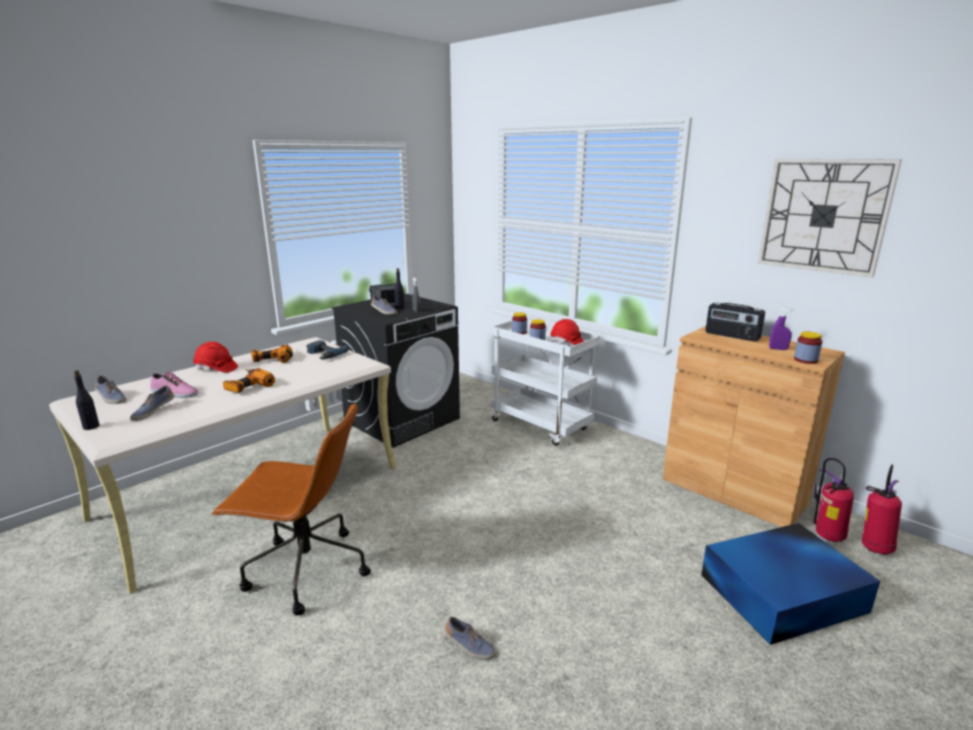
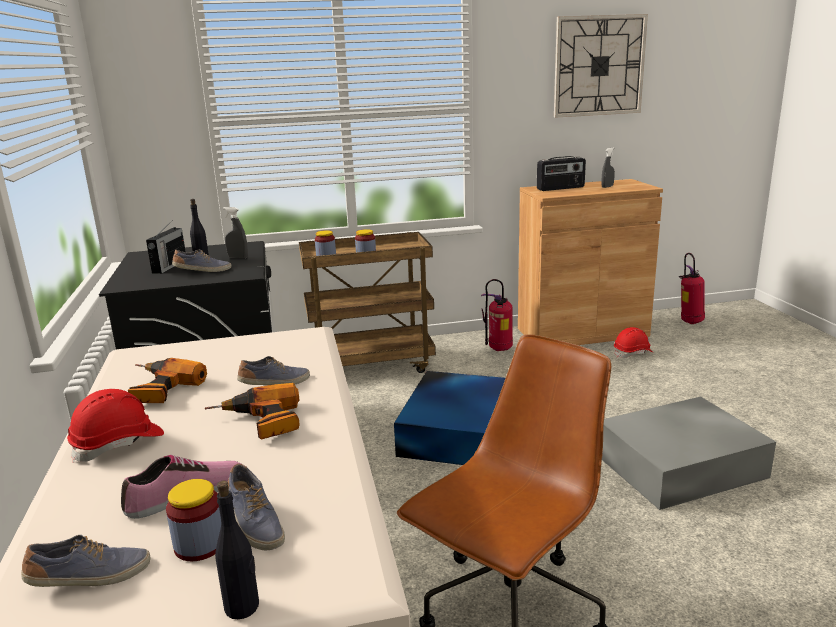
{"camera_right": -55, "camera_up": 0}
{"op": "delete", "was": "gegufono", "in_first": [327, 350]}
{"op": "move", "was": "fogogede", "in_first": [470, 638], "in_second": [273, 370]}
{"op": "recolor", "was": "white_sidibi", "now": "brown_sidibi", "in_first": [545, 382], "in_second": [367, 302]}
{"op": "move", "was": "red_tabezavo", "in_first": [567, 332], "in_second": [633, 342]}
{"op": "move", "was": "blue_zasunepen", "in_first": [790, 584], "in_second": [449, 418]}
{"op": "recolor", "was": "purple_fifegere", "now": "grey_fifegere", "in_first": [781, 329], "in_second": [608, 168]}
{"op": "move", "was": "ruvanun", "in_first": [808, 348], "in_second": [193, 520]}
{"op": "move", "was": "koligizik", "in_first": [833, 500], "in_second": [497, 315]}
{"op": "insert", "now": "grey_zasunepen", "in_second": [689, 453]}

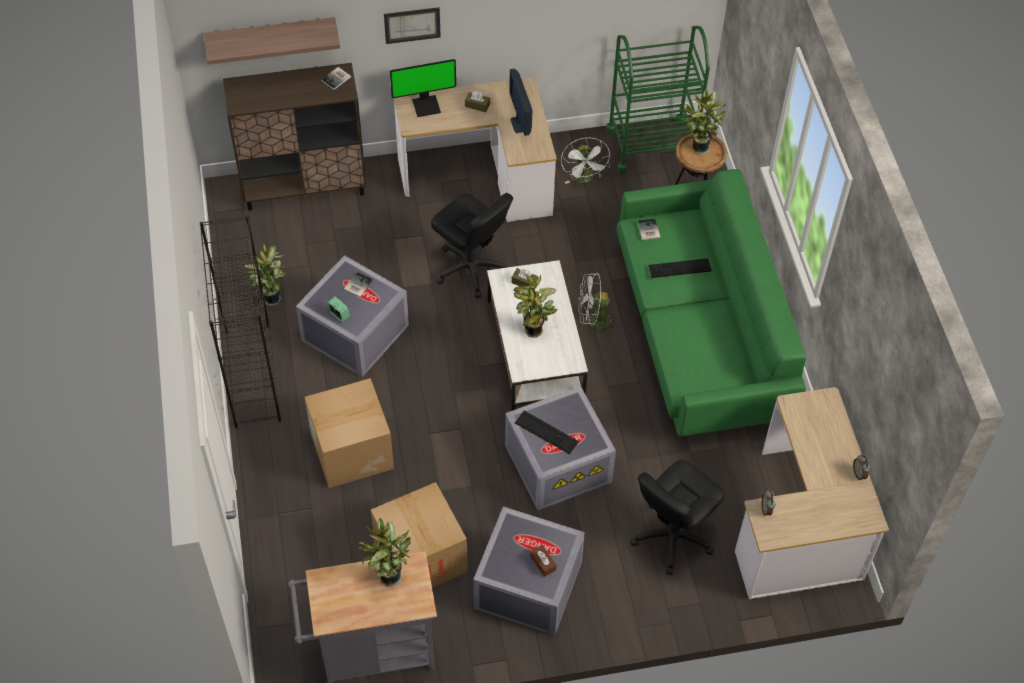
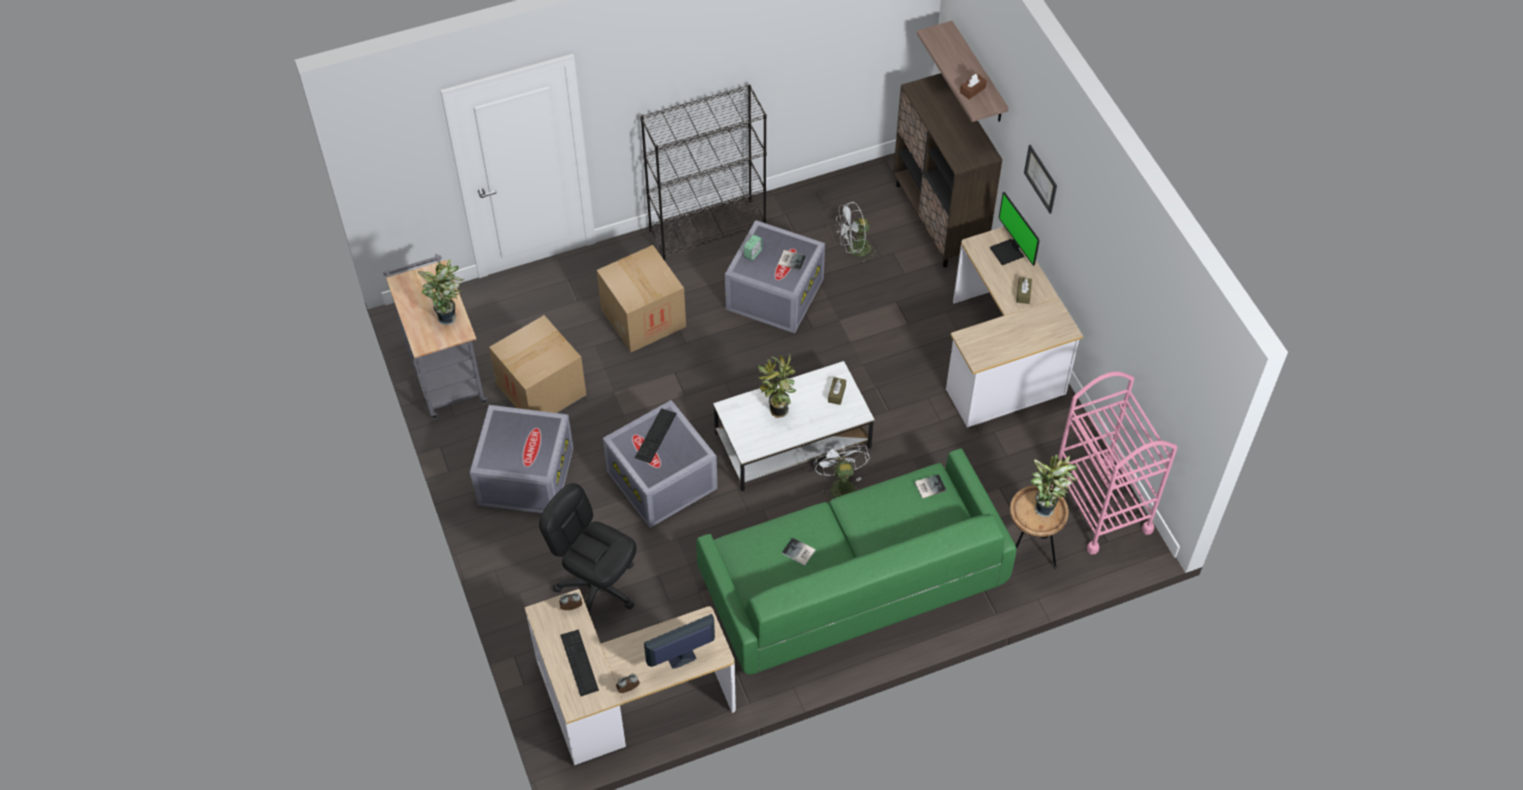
{"camera_right": 80, "camera_up": 0}
{"op": "delete", "was": "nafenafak", "in_first": [265, 275]}
{"op": "move", "was": "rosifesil", "in_first": [336, 78], "in_second": [799, 552]}
{"op": "delete", "was": "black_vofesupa", "in_first": [472, 246]}
{"op": "move", "was": "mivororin", "in_first": [520, 102], "in_second": [679, 641]}
{"op": "move", "was": "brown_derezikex", "in_first": [543, 561], "in_second": [973, 86]}
{"op": "move", "was": "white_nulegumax", "in_first": [585, 161], "in_second": [857, 232]}
{"op": "recolor", "was": "green_sidibi", "now": "pink_sidibi", "in_first": [658, 100], "in_second": [1113, 463]}
{"op": "move", "was": "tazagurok", "in_first": [680, 268], "in_second": [579, 663]}

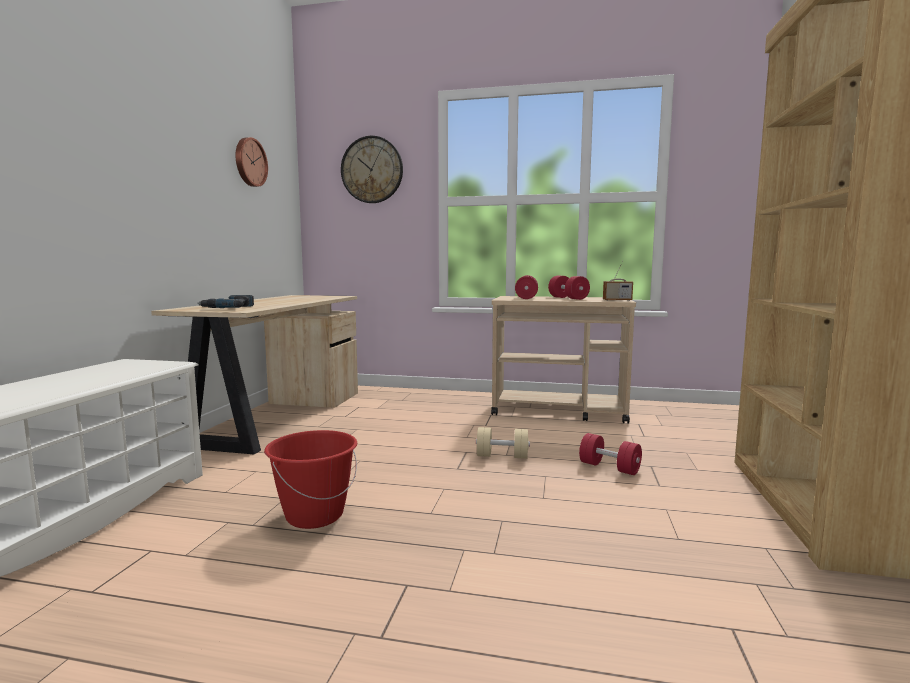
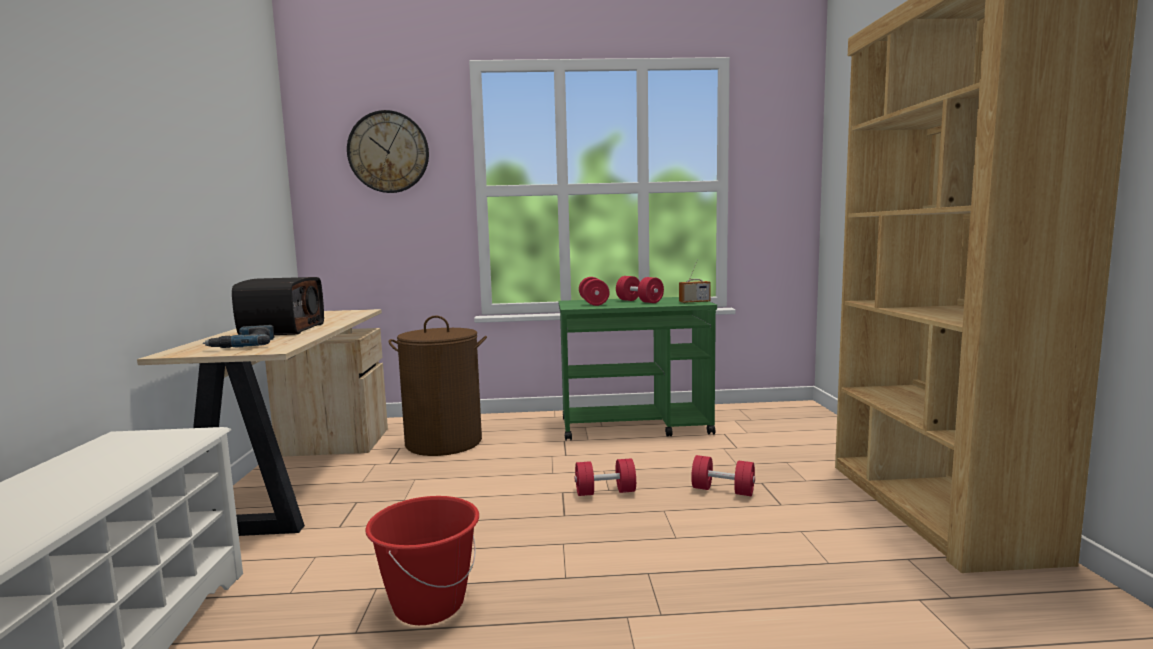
{"camera_right": -15, "camera_up": 0}
{"op": "delete", "was": "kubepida", "in_first": [252, 162]}
{"op": "recolor", "was": "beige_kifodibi", "now": "red_kifodibi", "in_first": [503, 443], "in_second": [605, 477]}
{"op": "recolor", "was": "beige_sidibi", "now": "green_sidibi", "in_first": [563, 360], "in_second": [638, 369]}
{"op": "insert", "now": "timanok", "in_second": [278, 306]}
{"op": "insert", "now": "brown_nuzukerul", "in_second": [438, 385]}

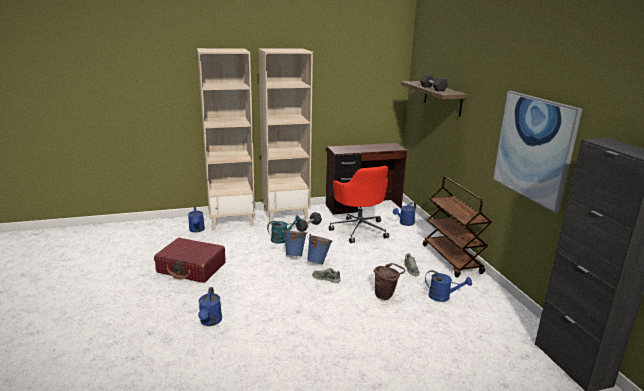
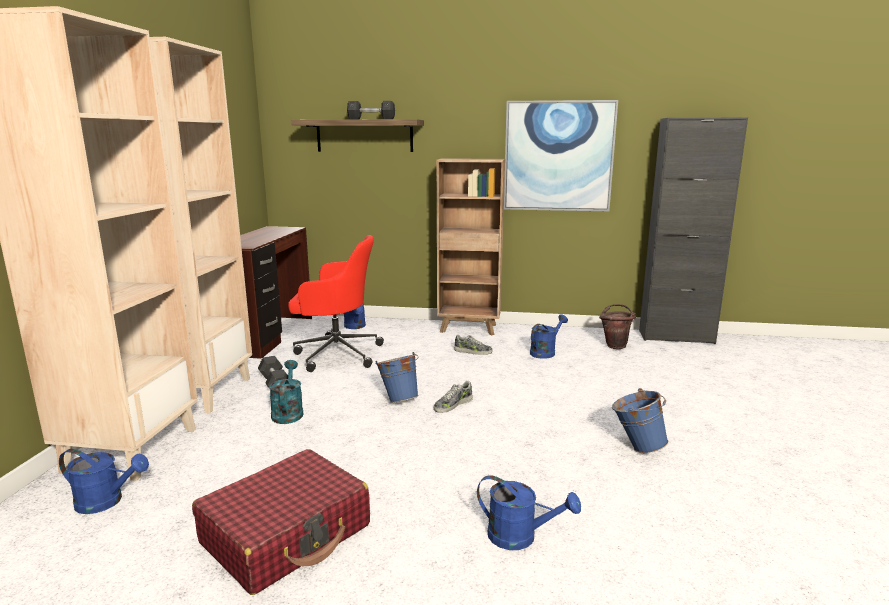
{"camera_right": -65, "camera_up": -5}
{"op": "move", "was": "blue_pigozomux", "in_first": [295, 243], "in_second": [640, 420]}
{"op": "move", "was": "brown_pigozomux", "in_first": [389, 281], "in_second": [617, 326]}
{"op": "replace", "was": "brown_sidibi", "now": "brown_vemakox", "in_first": [457, 226], "in_second": [471, 246]}

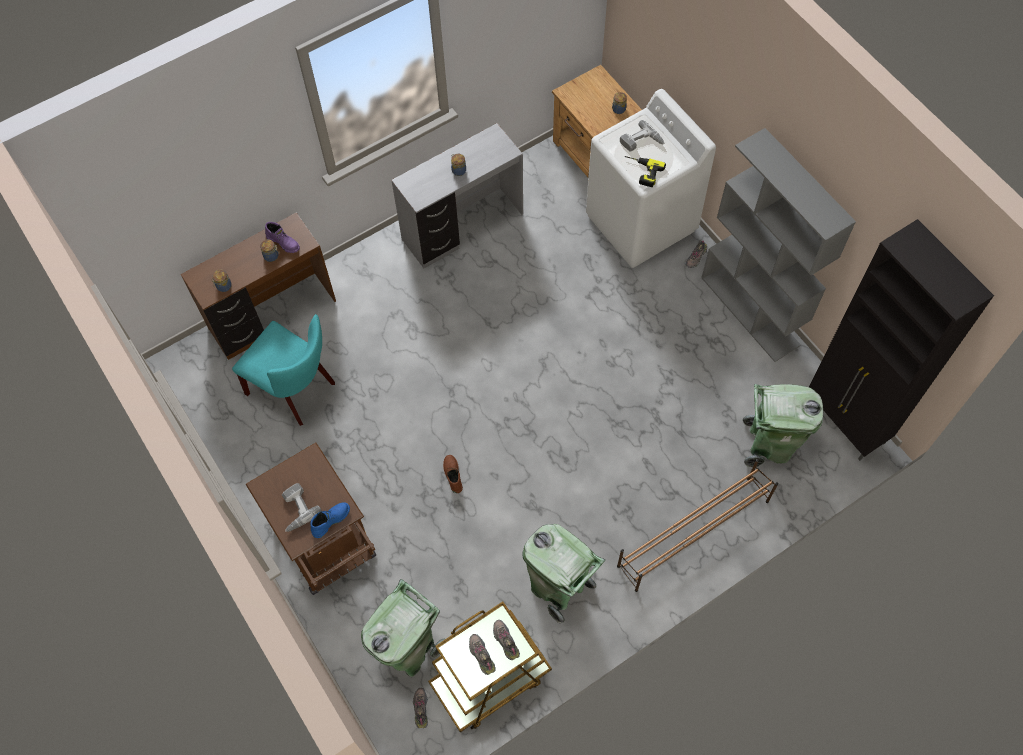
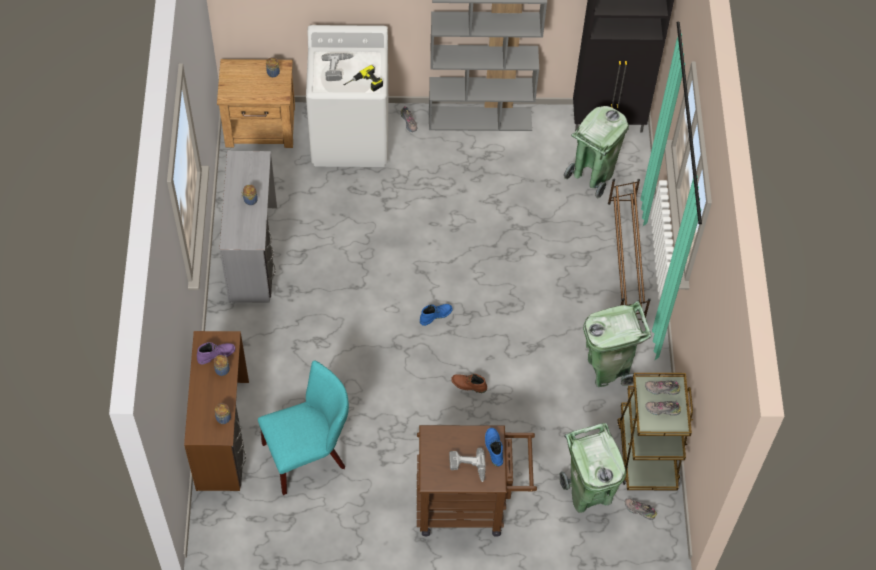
{"camera_right": -60, "camera_up": -5}
{"op": "insert", "now": "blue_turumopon", "in_second": [436, 315]}

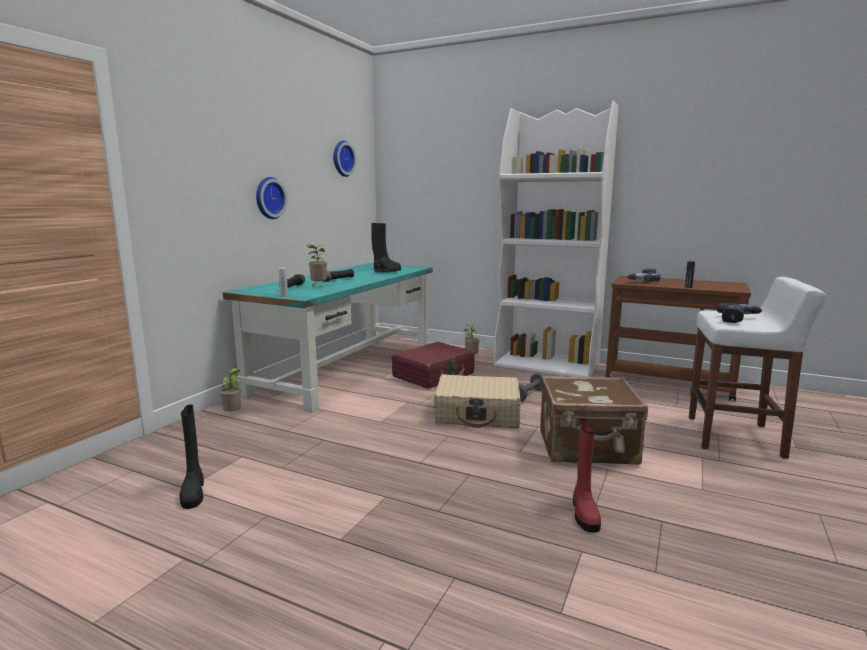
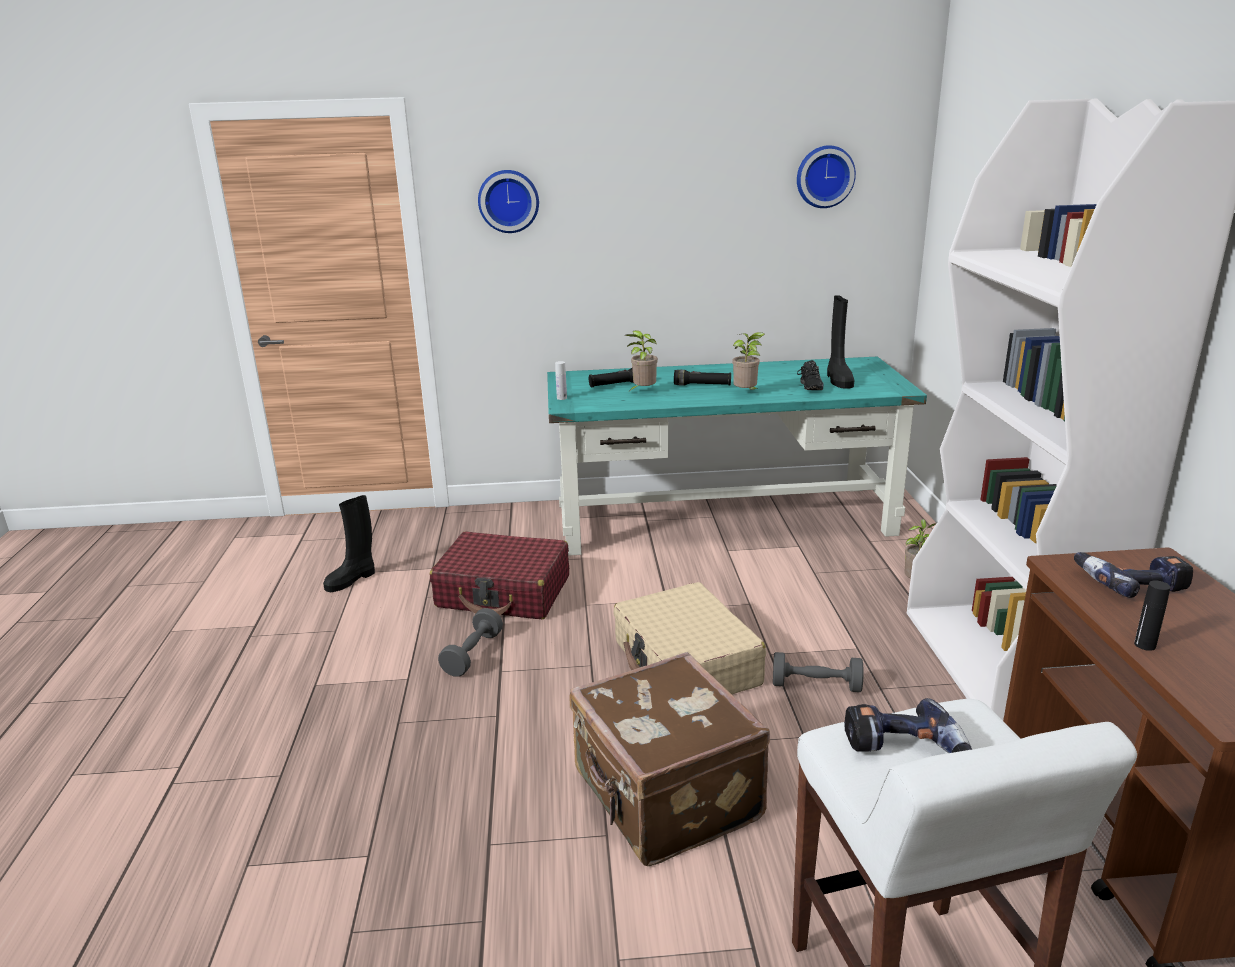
{"camera_right": 60, "camera_up": 10}
{"op": "move", "was": "nafenafak", "in_first": [230, 389], "in_second": [748, 361]}
{"op": "move", "was": "kubepida", "in_first": [271, 198], "in_second": [508, 201]}
{"op": "move", "was": "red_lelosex", "in_first": [433, 365], "in_second": [499, 575]}
{"op": "delete", "was": "red_turumopon", "in_first": [587, 475]}
{"op": "insert", "now": "grey_kifodibi", "in_second": [470, 642]}

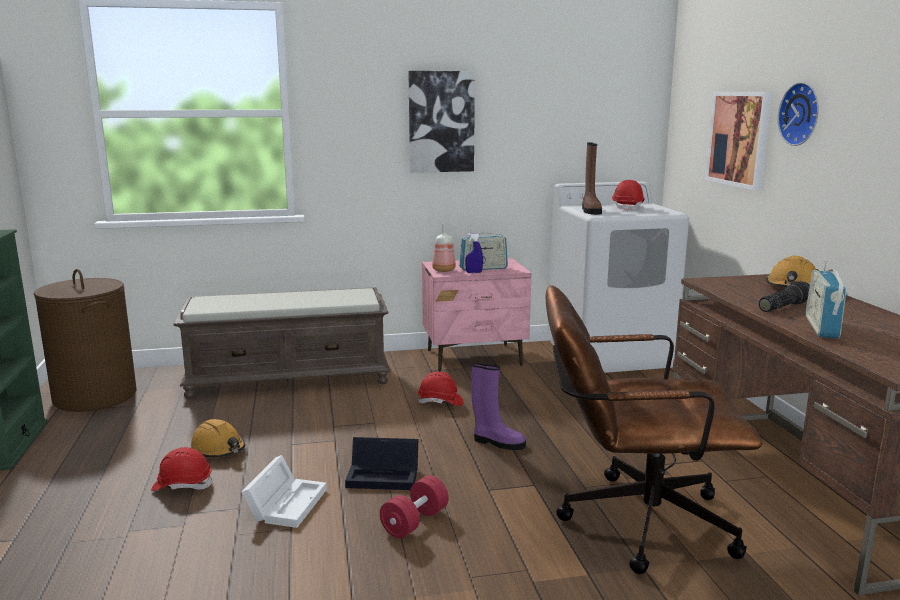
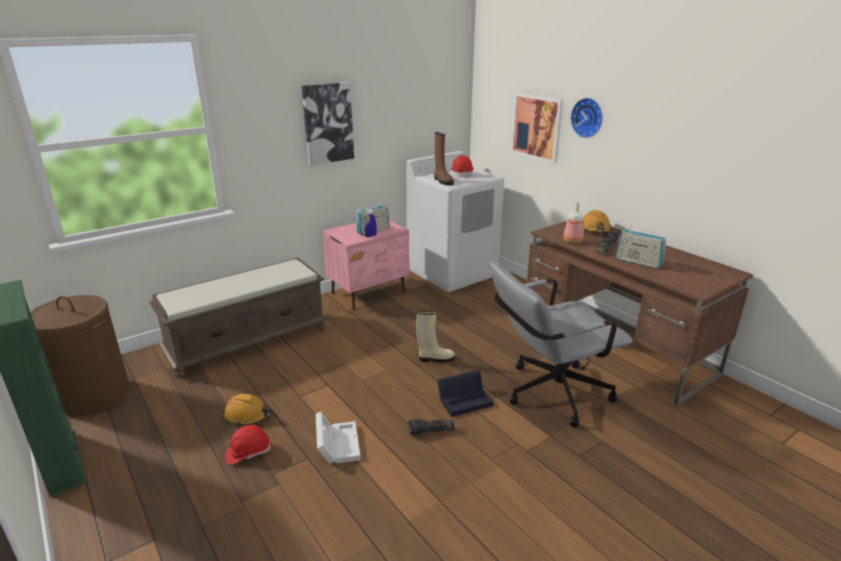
{"camera_right": -25, "camera_up": 10}
{"op": "move", "was": "black_zasunepen", "in_first": [381, 463], "in_second": [465, 393]}
{"op": "replace", "was": "red_kifodibi", "now": "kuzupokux", "in_first": [414, 506], "in_second": [432, 427]}
{"op": "delete", "was": "red_tabezavo", "in_first": [440, 389]}
{"op": "move", "was": "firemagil", "in_first": [444, 247], "in_second": [573, 223]}
{"op": "recolor", "was": "purple_turumopon", "now": "beige_turumopon", "in_first": [498, 406], "in_second": [435, 336]}
{"op": "recolor", "was": "brown_vofesupa", "now": "grey_vofesupa", "in_first": [654, 429], "in_second": [561, 344]}
{"op": "rotate", "was": "timanok", "in_first": [826, 299], "in_second": [640, 247], "clockwise": -45}

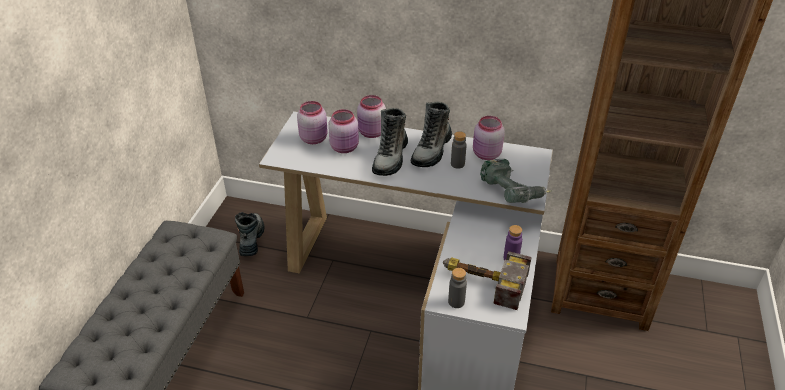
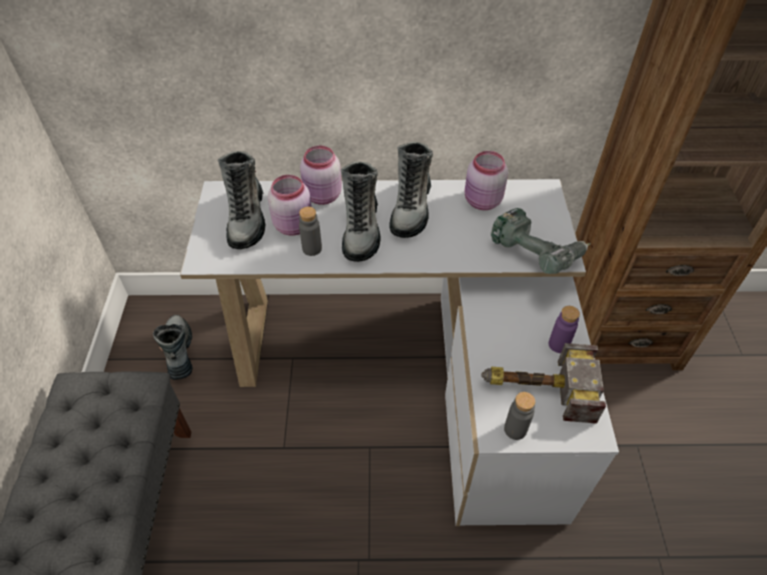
{"camera_right": -15, "camera_up": 10}
{"op": "replace", "was": "pink_ruvanun", "now": "turumopon", "in_first": [312, 122], "in_second": [241, 200]}
{"op": "move", "was": "grey_firemagil", "in_first": [459, 150], "in_second": [310, 231]}

